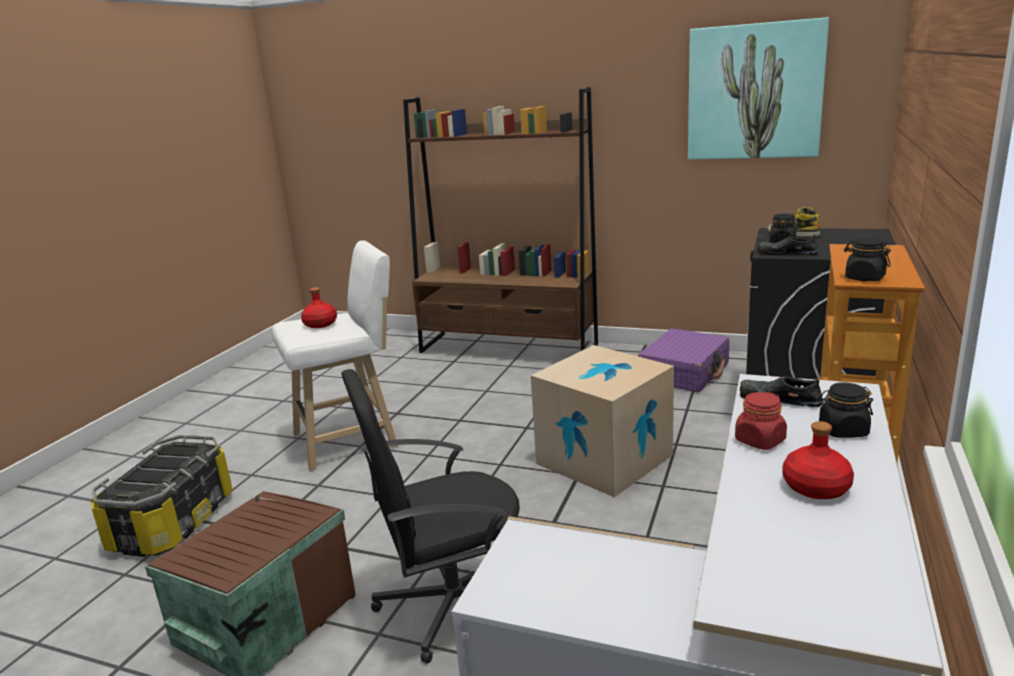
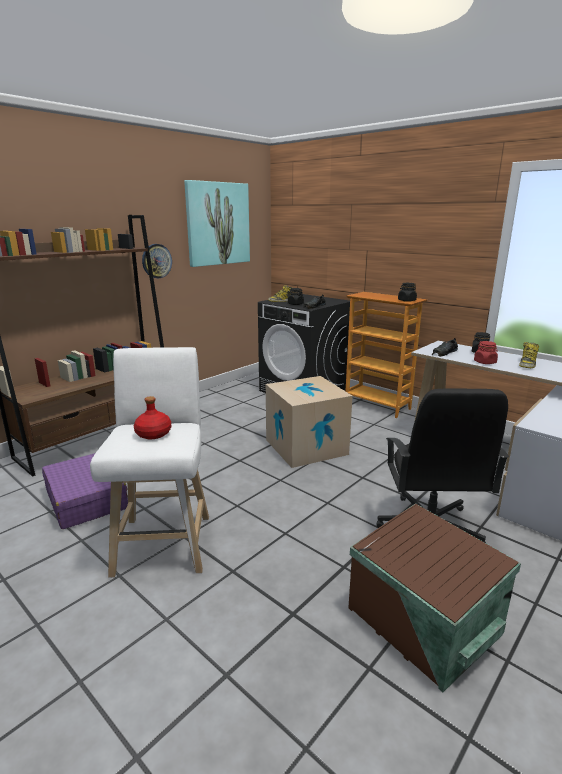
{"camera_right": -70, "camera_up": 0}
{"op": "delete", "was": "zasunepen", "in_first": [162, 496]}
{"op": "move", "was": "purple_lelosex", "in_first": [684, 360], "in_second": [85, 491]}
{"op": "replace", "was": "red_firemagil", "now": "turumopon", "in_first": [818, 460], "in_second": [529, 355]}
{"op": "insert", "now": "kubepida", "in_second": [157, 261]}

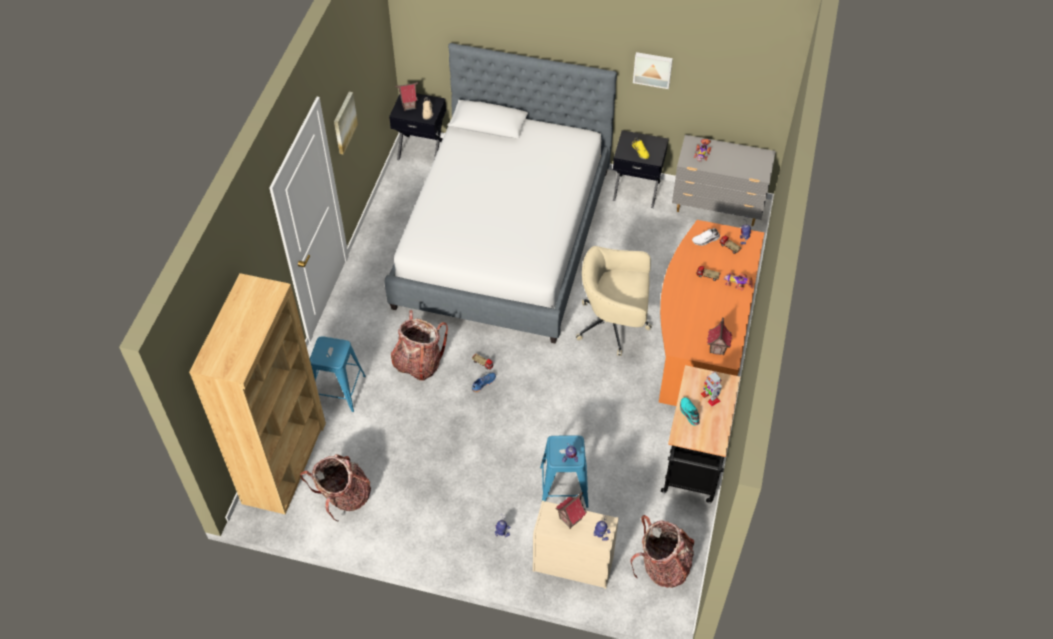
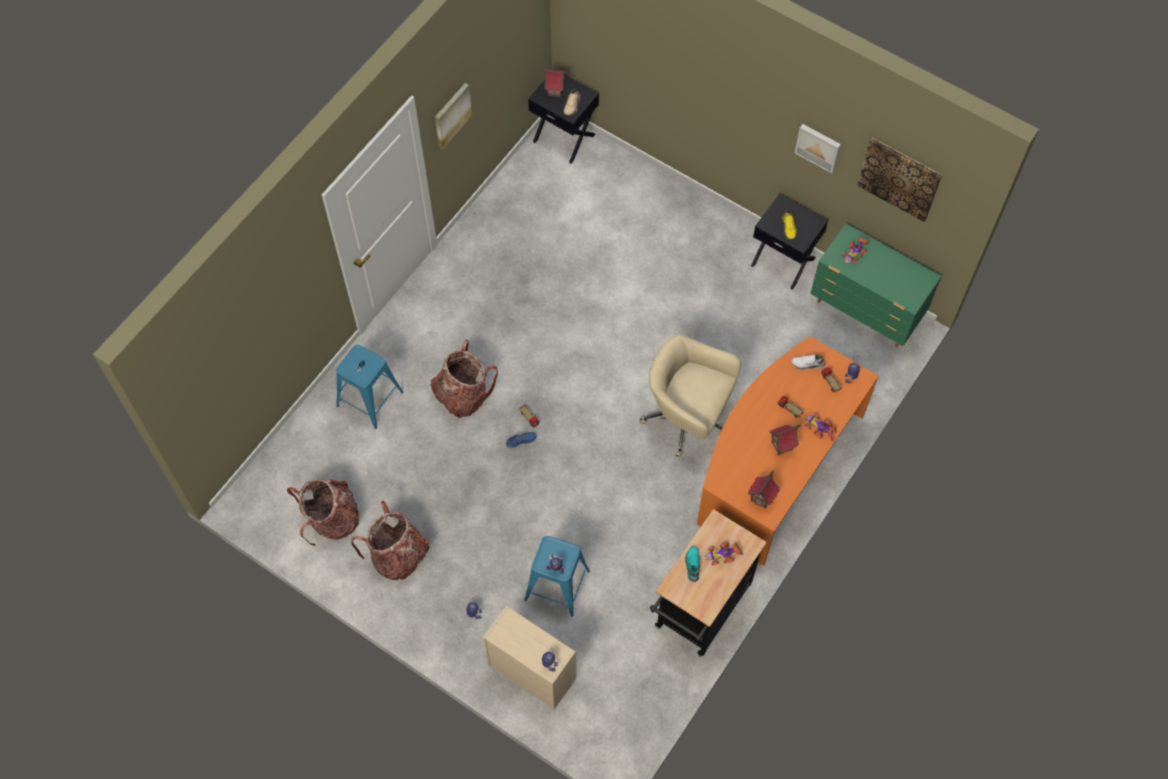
{"camera_right": 20, "camera_up": 10}
{"op": "delete", "was": "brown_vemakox", "in_first": [257, 394]}
{"op": "delete", "was": "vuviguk", "in_first": [500, 193]}
{"op": "move", "was": "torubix", "in_first": [571, 510], "in_second": [785, 440]}
{"op": "move", "was": "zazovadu", "in_first": [662, 551], "in_second": [390, 540]}
{"op": "recolor", "was": "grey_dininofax", "now": "green_dininofax", "in_first": [724, 180], "in_second": [875, 285]}
{"op": "replace", "was": "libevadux", "now": "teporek", "in_first": [711, 388], "in_second": [723, 553]}
{"op": "insert", "now": "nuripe", "in_second": [899, 180]}

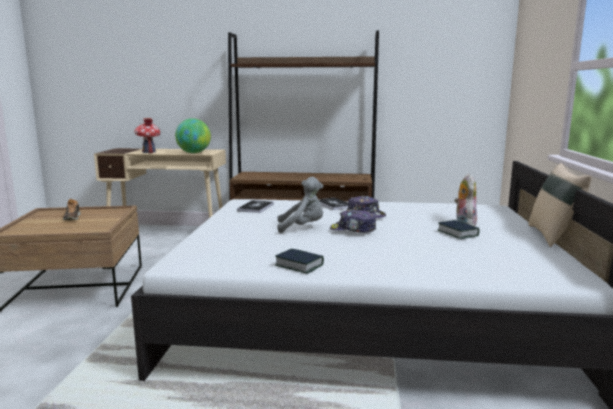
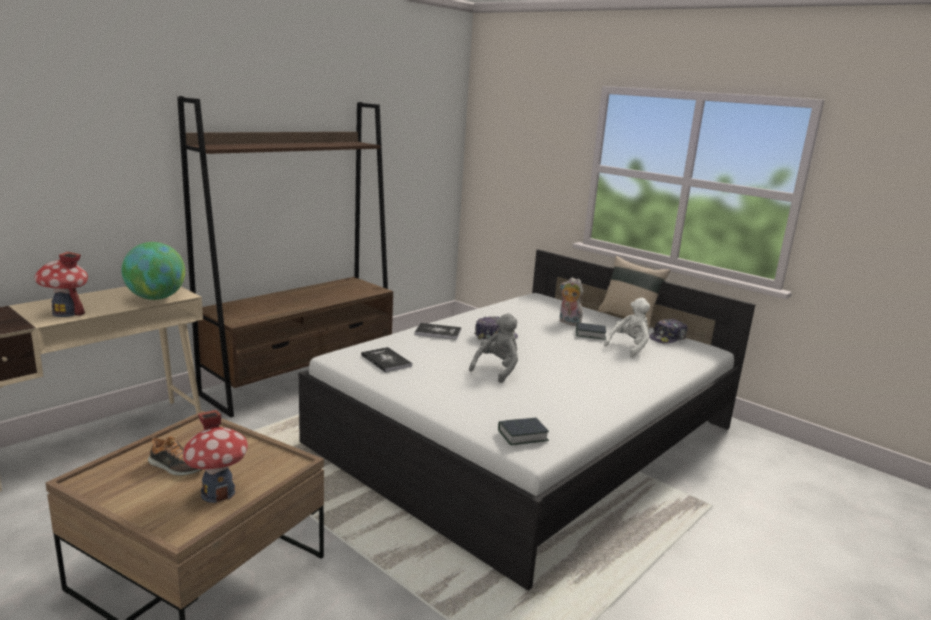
{"camera_right": -55, "camera_up": 5}
{"op": "move", "was": "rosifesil", "in_first": [299, 261], "in_second": [523, 431]}
{"op": "move", "was": "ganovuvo", "in_first": [353, 221], "in_second": [668, 331]}
{"op": "insert", "now": "torubix", "in_second": [215, 456]}
{"op": "insert", "now": "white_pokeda", "in_second": [627, 328]}

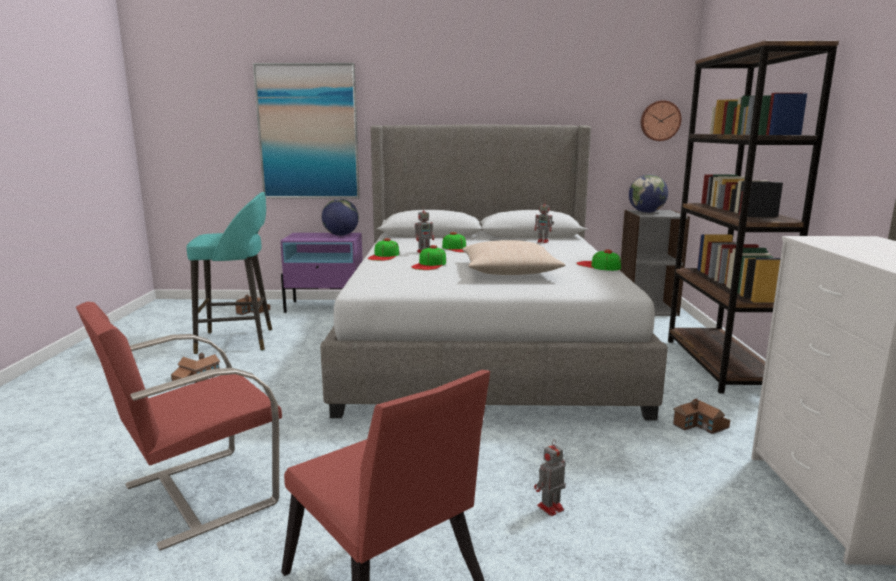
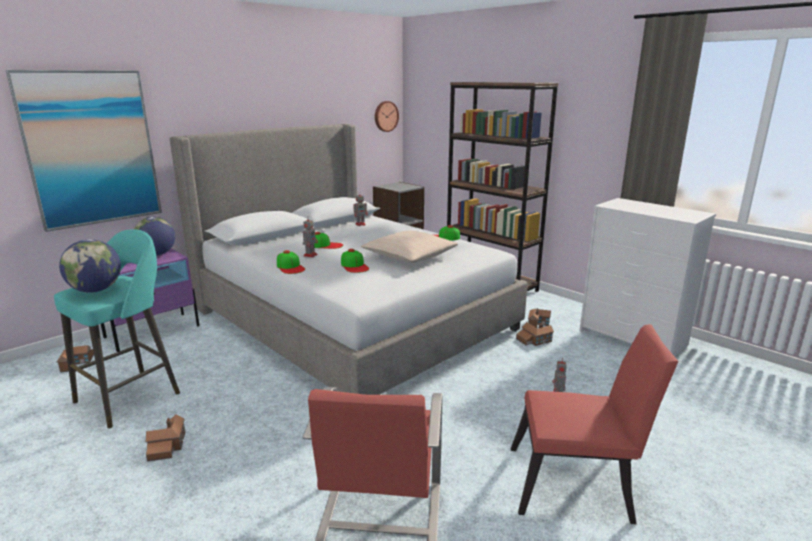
{"camera_right": -45, "camera_up": 5}
{"op": "move", "was": "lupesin", "in_first": [648, 194], "in_second": [90, 266]}
{"op": "insert", "now": "torubix", "in_second": [535, 334]}

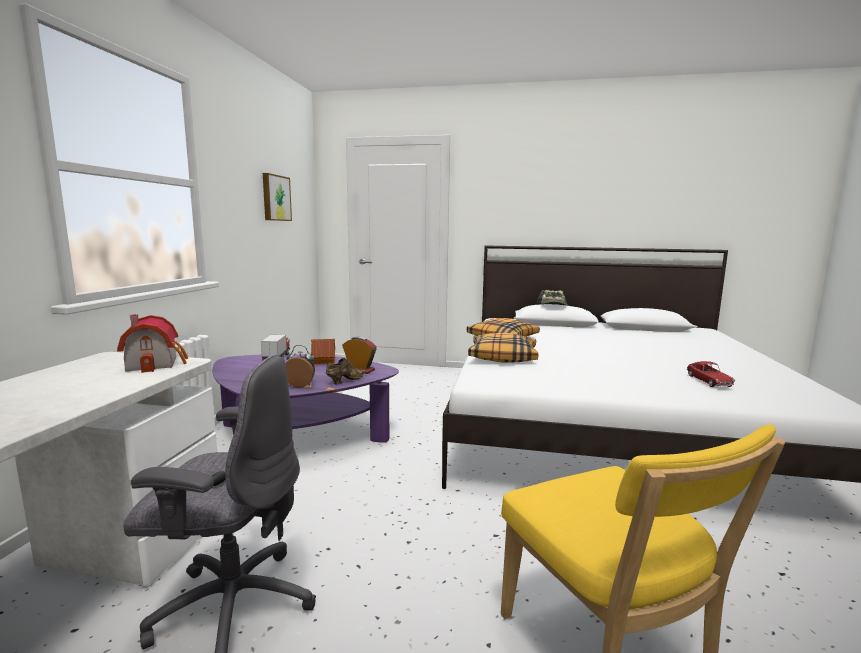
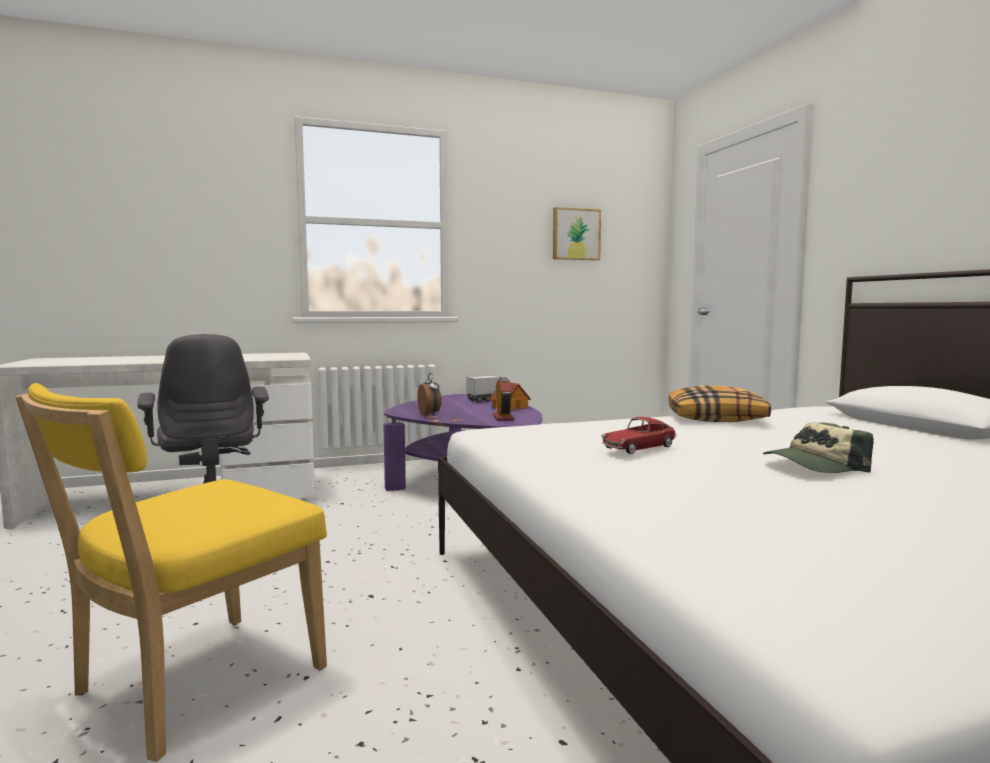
{"camera_right": 60, "camera_up": -5}
{"op": "delete", "was": "torubix", "in_first": [152, 343]}
{"op": "delete", "was": "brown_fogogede", "in_first": [345, 371]}
{"op": "delete", "was": "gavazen", "in_first": [503, 348]}
{"op": "move", "was": "ganovuvo", "in_first": [552, 297], "in_second": [818, 447]}
{"op": "move", "was": "teporek", "in_first": [711, 374], "in_second": [639, 435]}

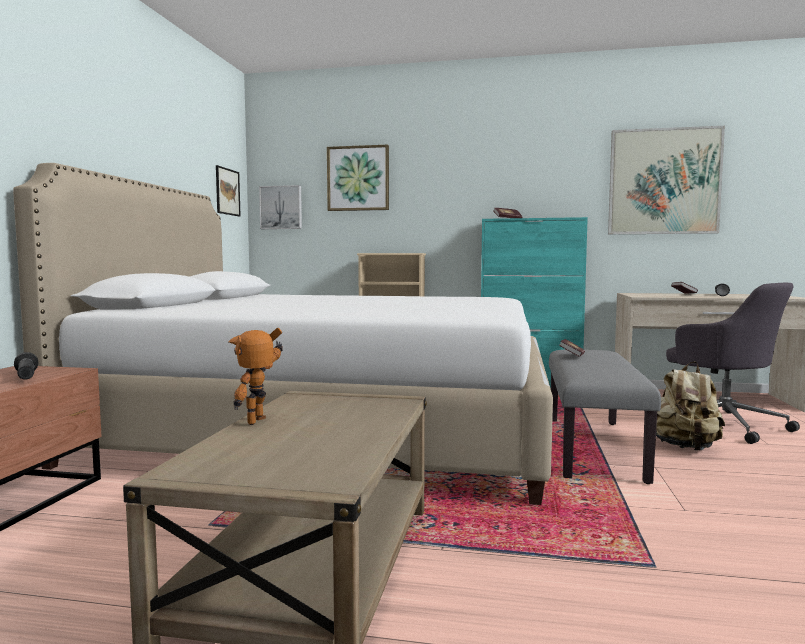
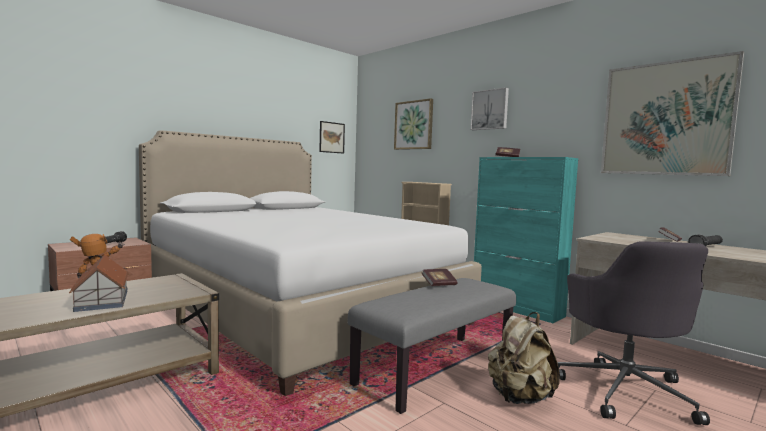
{"camera_right": 35, "camera_up": 0}
{"op": "move", "was": "nuripe", "in_first": [280, 207], "in_second": [489, 108]}
{"op": "insert", "now": "torubix", "in_second": [99, 283]}

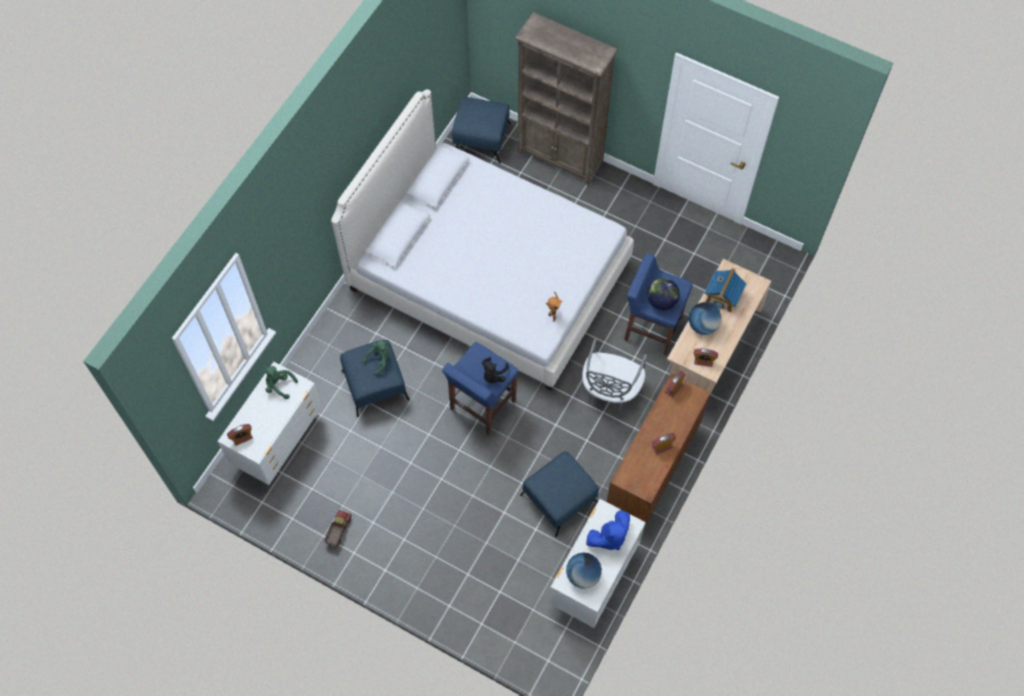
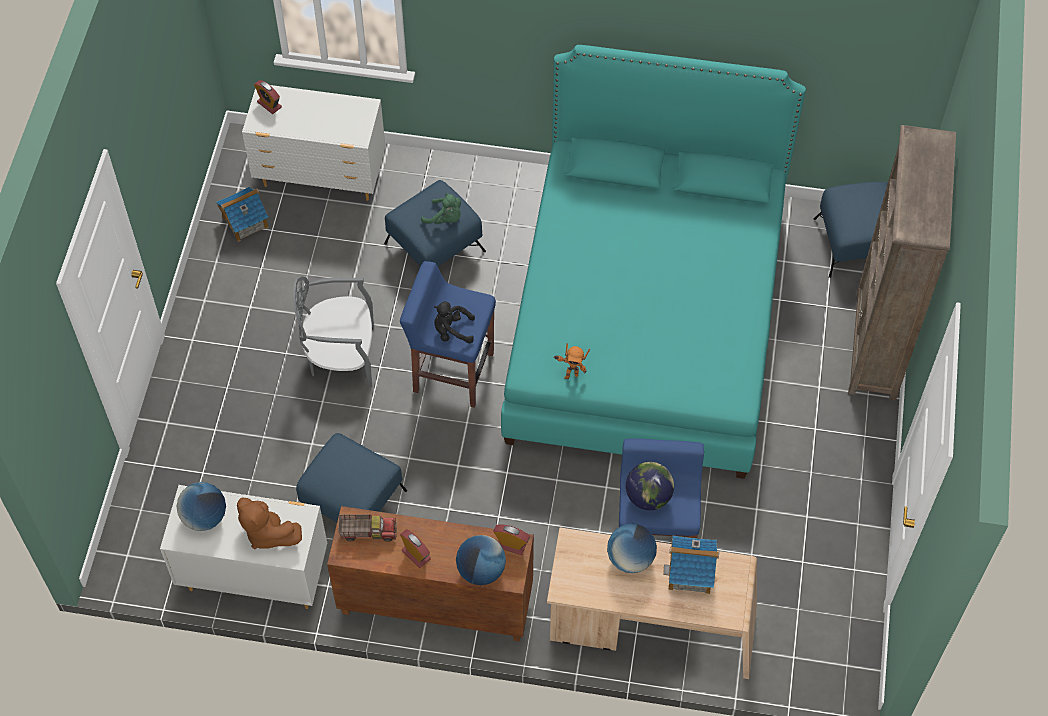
{"camera_right": 70, "camera_up": -5}
{"op": "delete", "was": "green_pokeda", "in_first": [281, 382]}
{"op": "move", "was": "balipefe", "in_first": [338, 528], "in_second": [367, 528]}
{"op": "recolor", "was": "white_vuviguk", "now": "turquoise_vuviguk", "in_first": [482, 240], "in_second": [653, 262]}
{"op": "move", "was": "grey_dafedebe", "in_first": [614, 376], "in_second": [333, 332]}
{"op": "recolor", "was": "blue_pokeda", "now": "brown_pokeda", "in_first": [608, 530], "in_second": [269, 523]}
{"op": "delete", "was": "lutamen", "in_first": [706, 358]}
{"op": "insert", "now": "torubix", "in_second": [242, 214]}
{"op": "insert", "now": "lupesin", "in_second": [481, 560]}

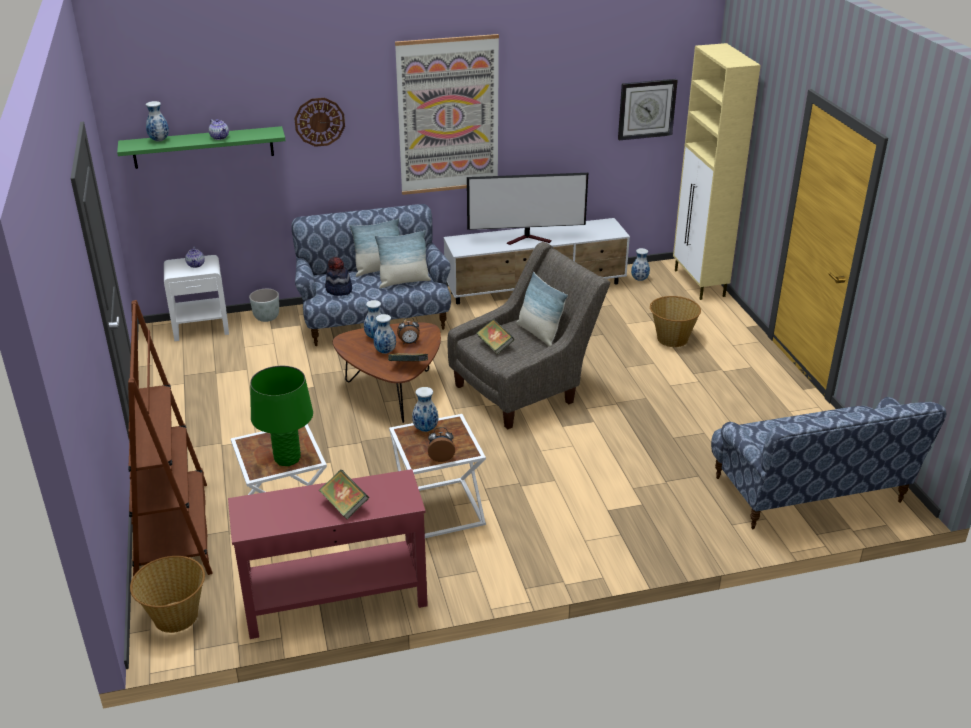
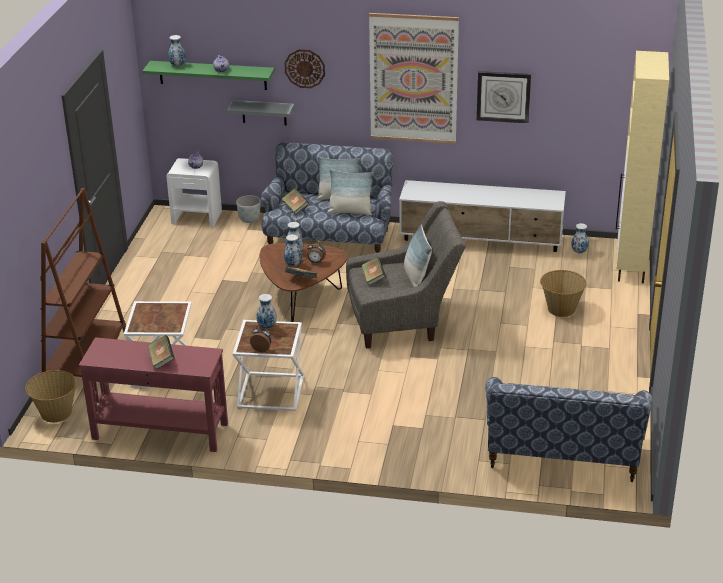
{"camera_right": 25, "camera_up": 0}
{"op": "delete", "was": "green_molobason", "in_first": [281, 416]}
{"op": "replace", "was": "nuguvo", "now": "rosifesil", "in_first": [338, 276], "in_second": [295, 201]}
{"op": "delete", "was": "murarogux", "in_first": [527, 209]}
{"op": "move", "was": "kubepida", "in_first": [648, 109], "in_second": [504, 97]}
{"op": "insert", "now": "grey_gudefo", "in_second": [261, 112]}

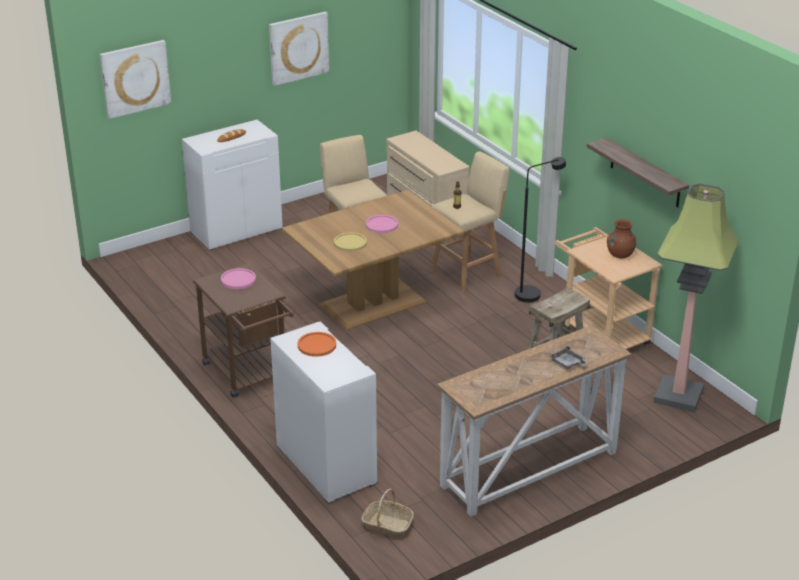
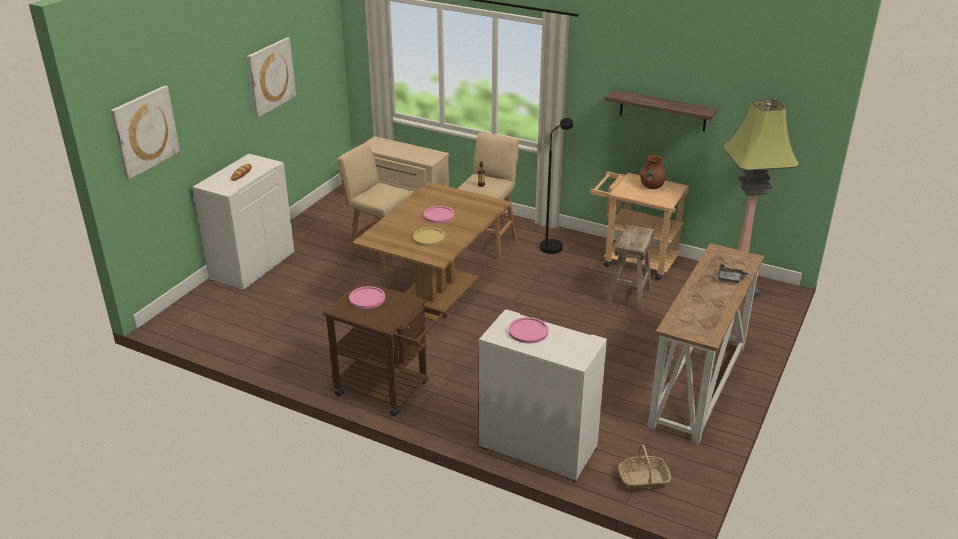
{"camera_right": -30, "camera_up": 0}
{"op": "recolor", "was": "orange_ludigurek", "now": "pink_ludigurek", "in_first": [317, 344], "in_second": [528, 330]}

